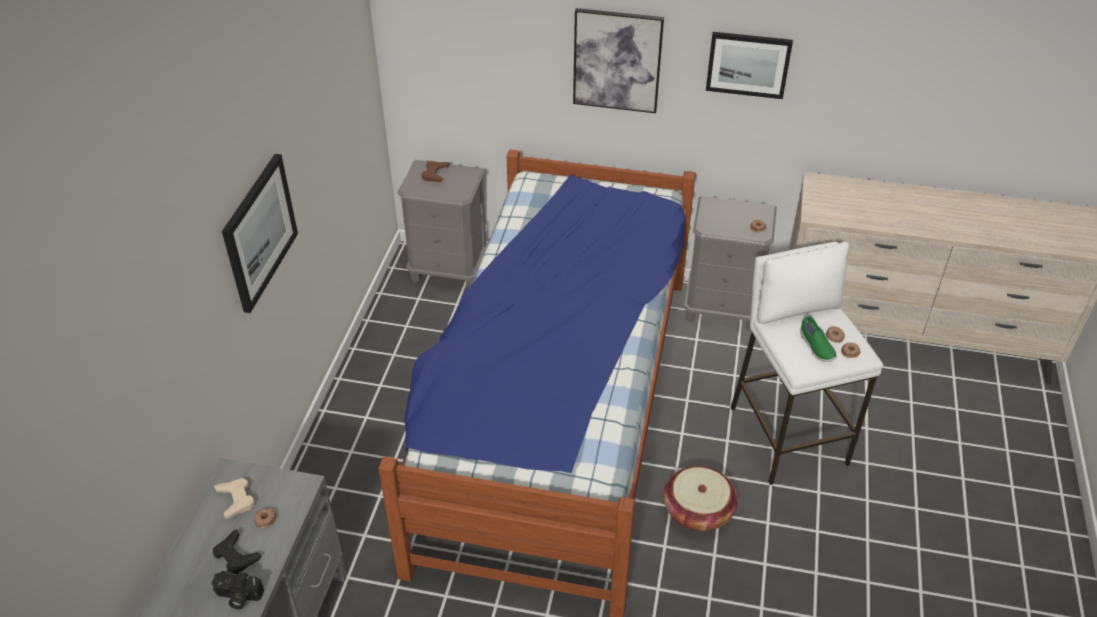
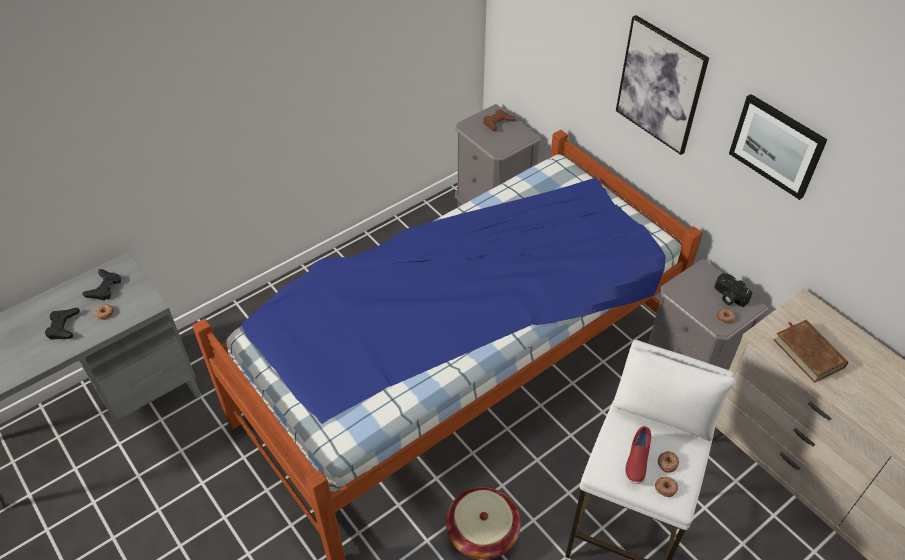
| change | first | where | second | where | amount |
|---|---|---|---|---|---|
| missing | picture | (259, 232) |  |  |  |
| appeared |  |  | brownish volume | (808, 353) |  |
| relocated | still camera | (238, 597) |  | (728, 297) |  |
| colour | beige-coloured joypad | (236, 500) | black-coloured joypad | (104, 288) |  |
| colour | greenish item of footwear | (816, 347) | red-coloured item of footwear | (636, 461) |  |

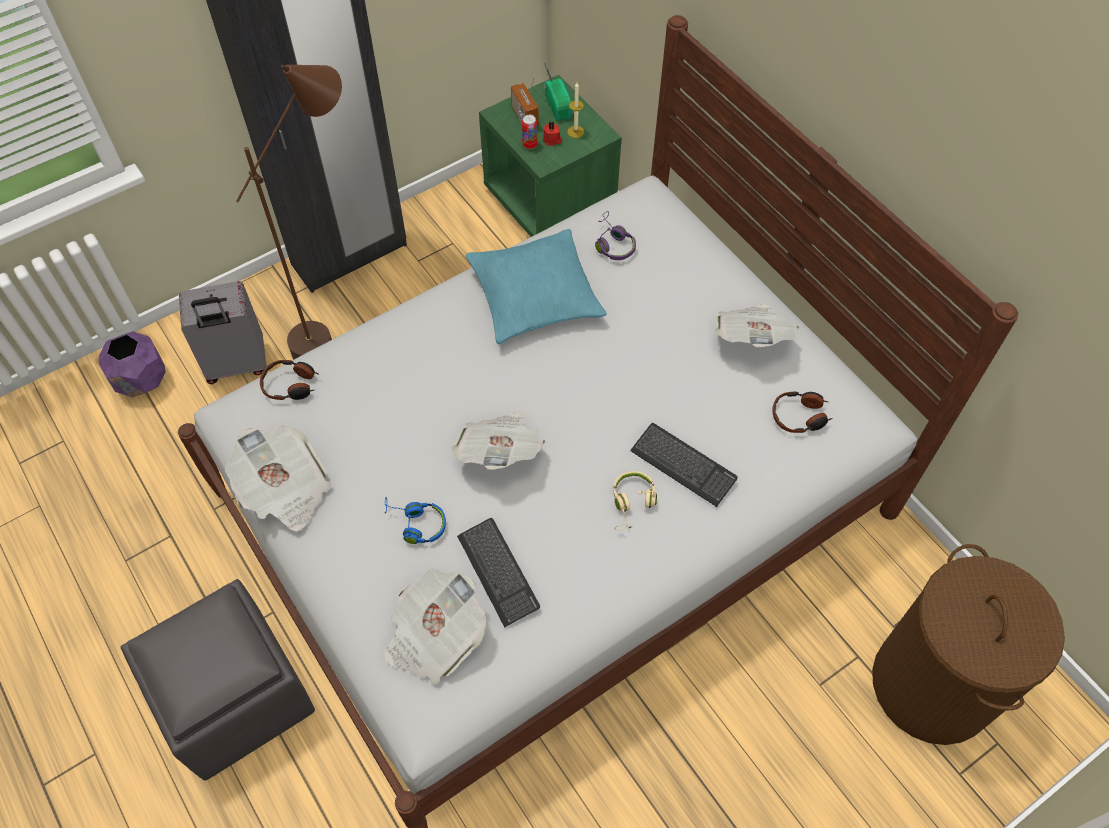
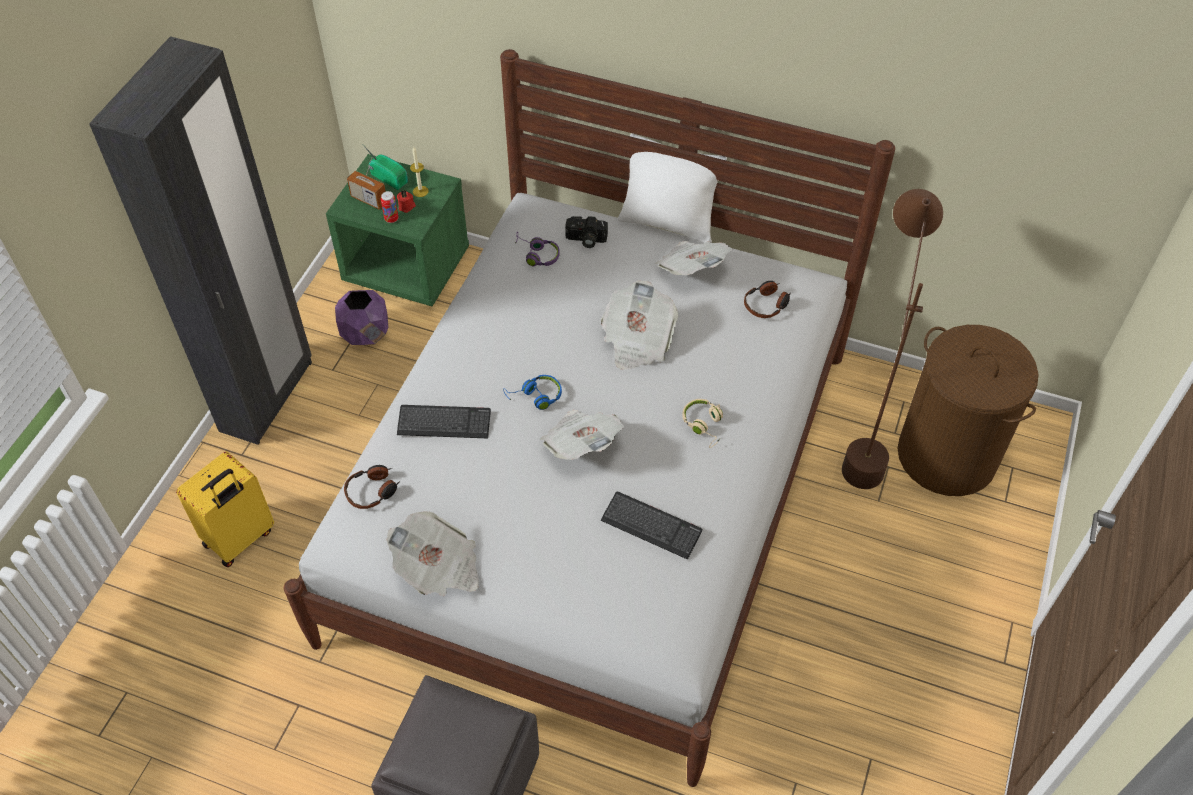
| change | first | where | second | where | amount |
|---|---|---|---|---|---|
| missing | turquoise throw pillow | (535, 295) |  |  |  |
| appeared |  |  | still camera | (585, 240) |  |
| appeared |  |  | white-coloured throw pillow | (668, 223) |  |
| relocated | purplish flower pot | (142, 380) |  | (366, 333) |  |
| relocated | brownish standard lamp | (340, 333) |  | (861, 442) |  |
| relocated | blue headphones | (415, 524) |  | (535, 397) |  |
| relocated | daily paper | (434, 636) |  | (637, 340) |  |
| relocated | PC keyboard | (683, 465) |  | (444, 423) |  |
| colour | grey piece of luggage | (237, 365) | yellowish piece of luggage | (240, 539) |  |

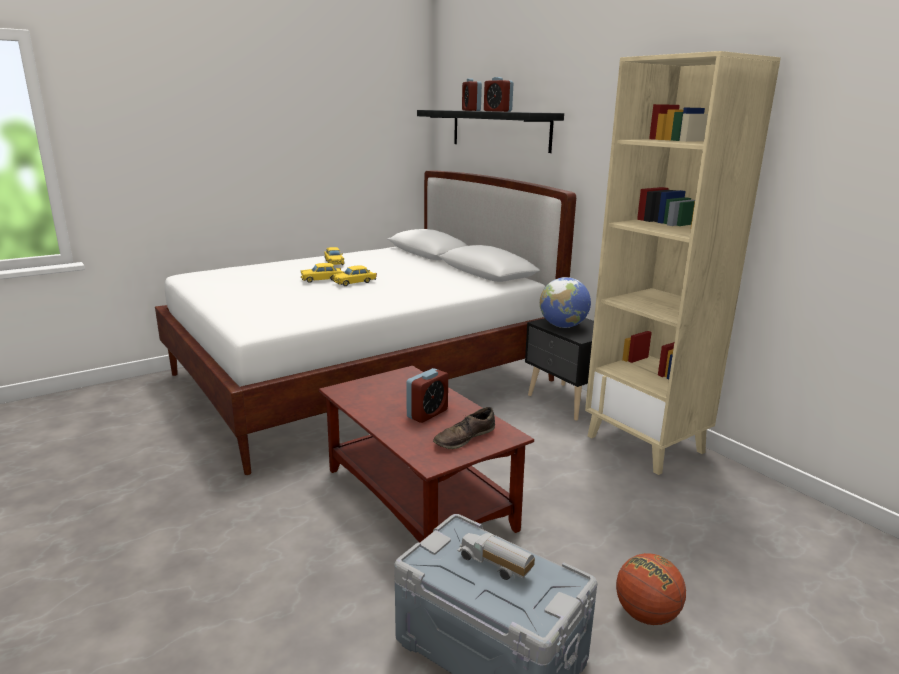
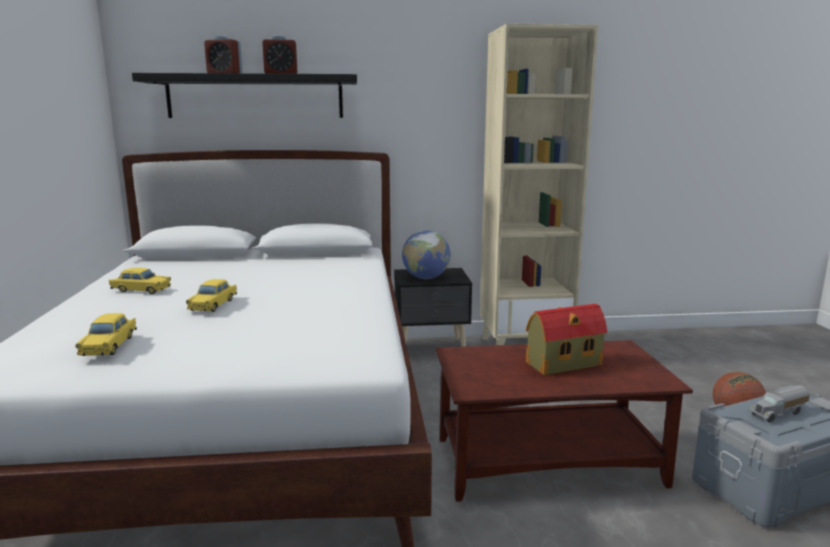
| change | first | where | second | where | amount |
|---|---|---|---|---|---|
| missing | brownish item of footwear | (464, 438) |  |  |  |
| relocated | yellowish toy car | (355, 282) |  | (109, 345) |  |
| exchanged | bedside clock | (427, 414) | miniature house | (562, 364) |  |

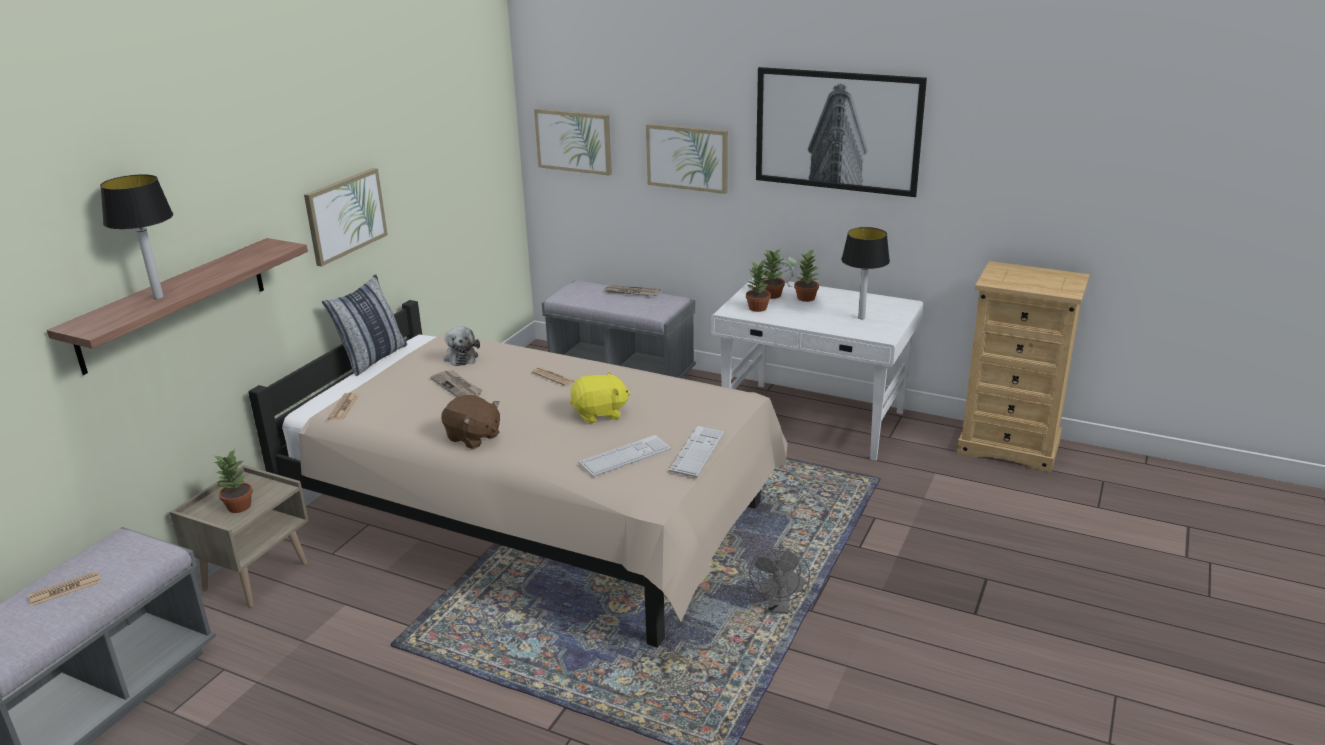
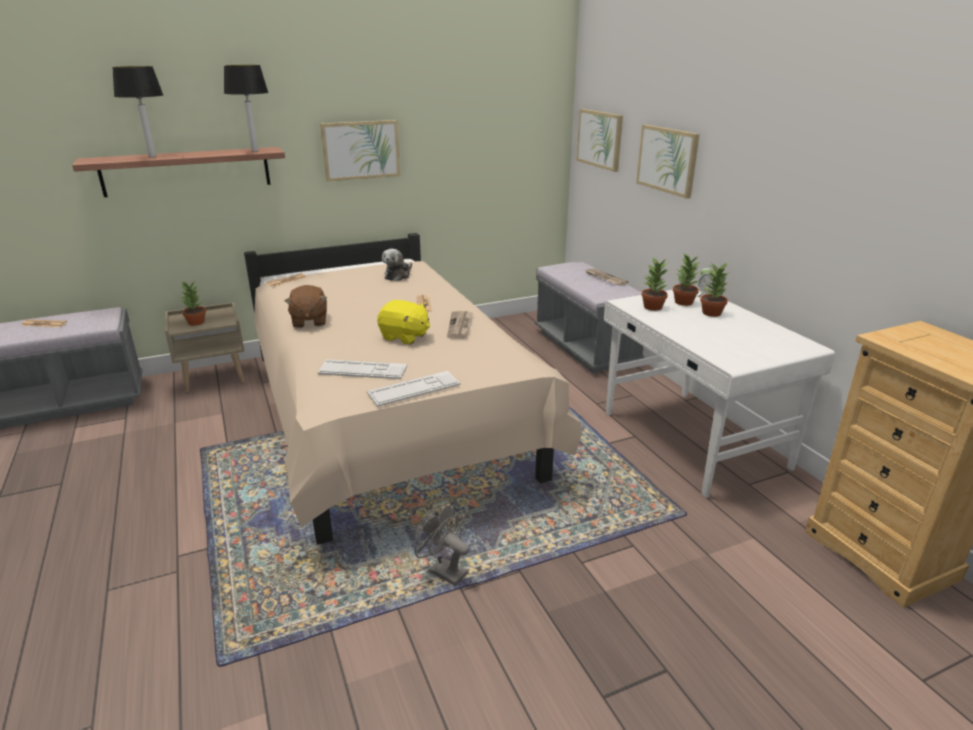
| change | first | where | second | where | amount |
|---|---|---|---|---|---|
| missing | throw pillow | (373, 358) |  |  |  |
| missing | picture | (837, 131) |  |  |  |
| relocated | daily paper | (457, 387) |  | (460, 326) |  |
| relocated | table lamp | (861, 318) |  | (254, 151) |  |
| spun | grey fan | (779, 607) |  | (442, 571) | 75 degrees clockwise |

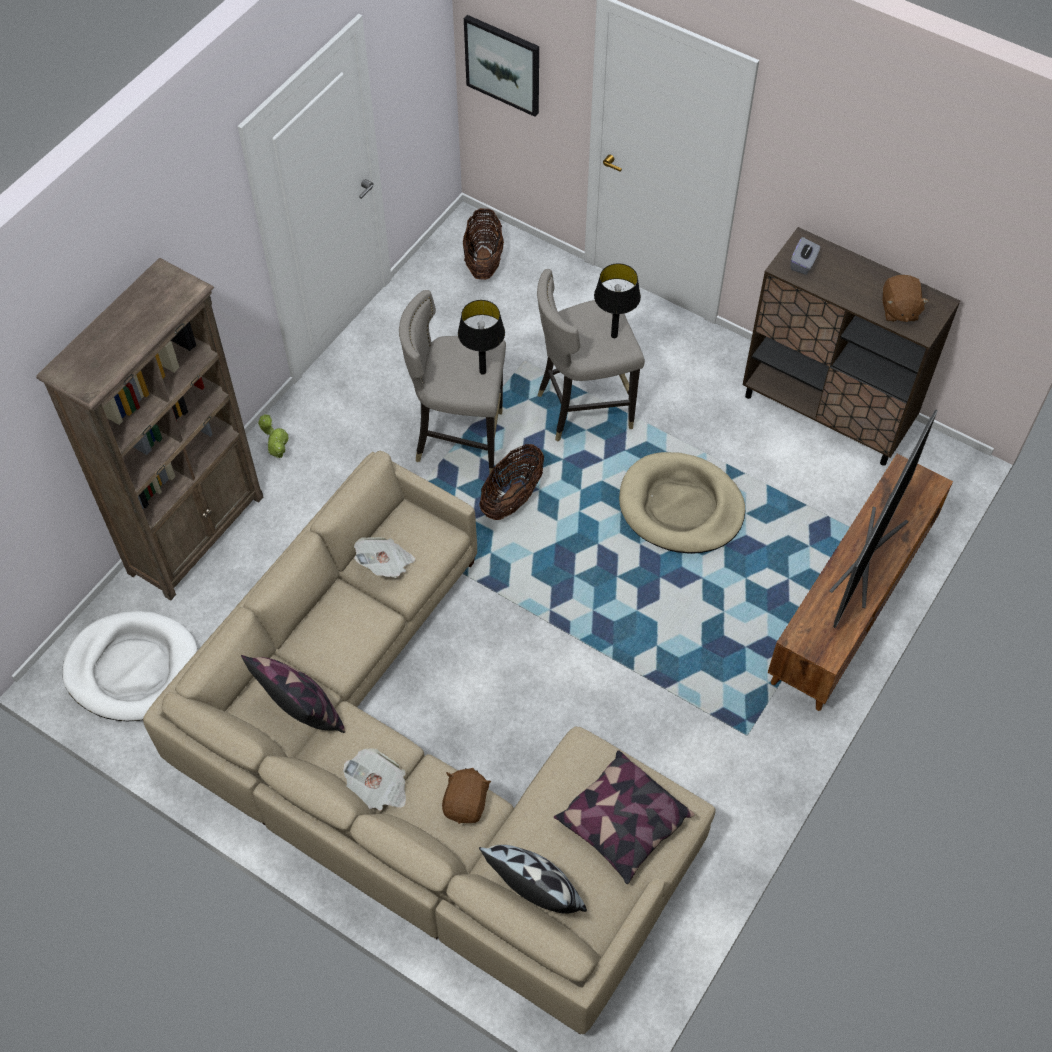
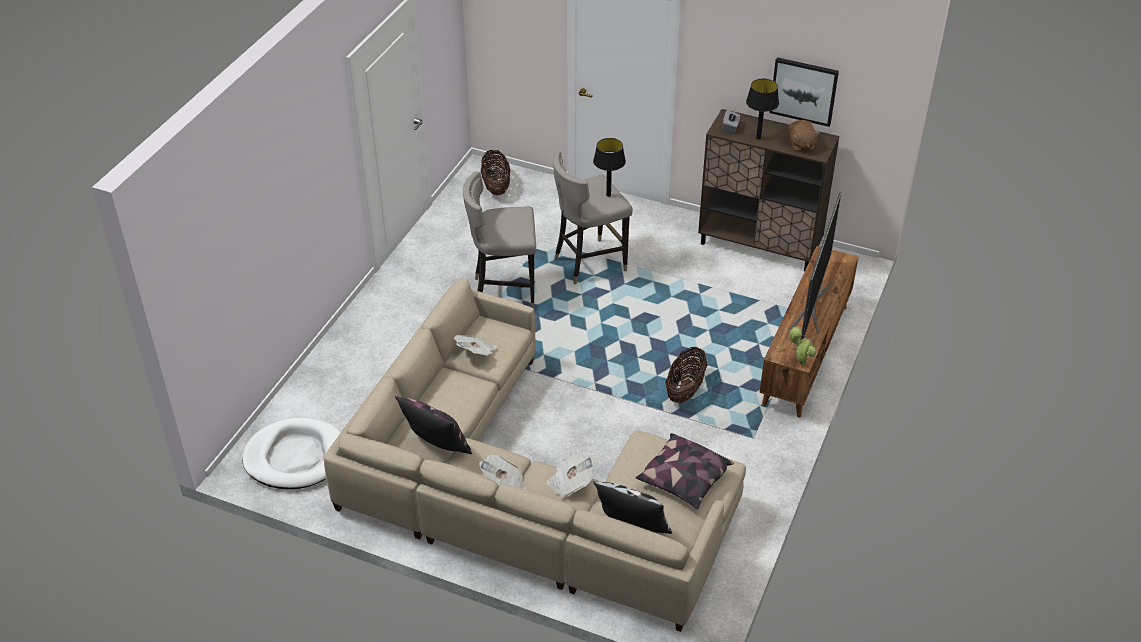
| change | first | where | second | where | amount |
|---|---|---|---|---|---|
| missing | brownish bookcase | (197, 534) |  |  |  |
| missing | beige-coloured pet bed | (680, 507) |  |  |  |
| relocated | potted plant | (278, 454) |  | (800, 362) |  |
| relocated | black-coloured table lamp | (482, 372) |  | (758, 138) |  |
| relocated | picture | (503, 64) |  | (804, 91) |  |
| relocated | household basket | (512, 498) |  | (685, 390) |  |
| exchanged | brownish plush toy | (466, 803) | daily paper | (570, 483) |  |

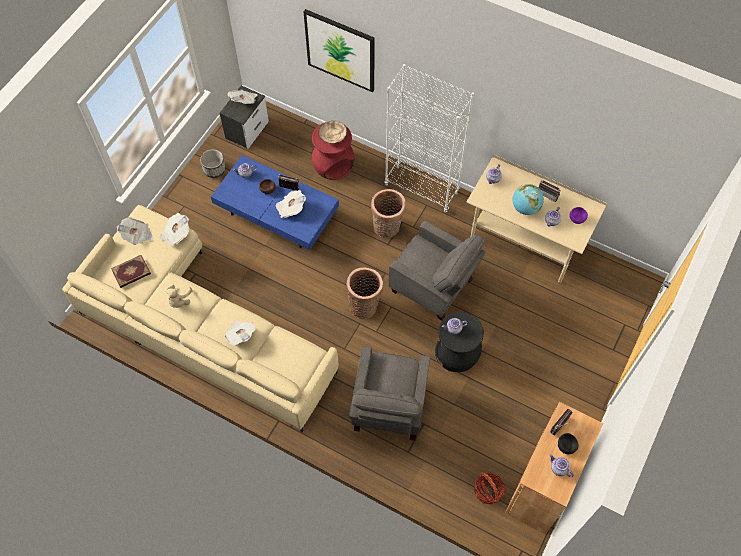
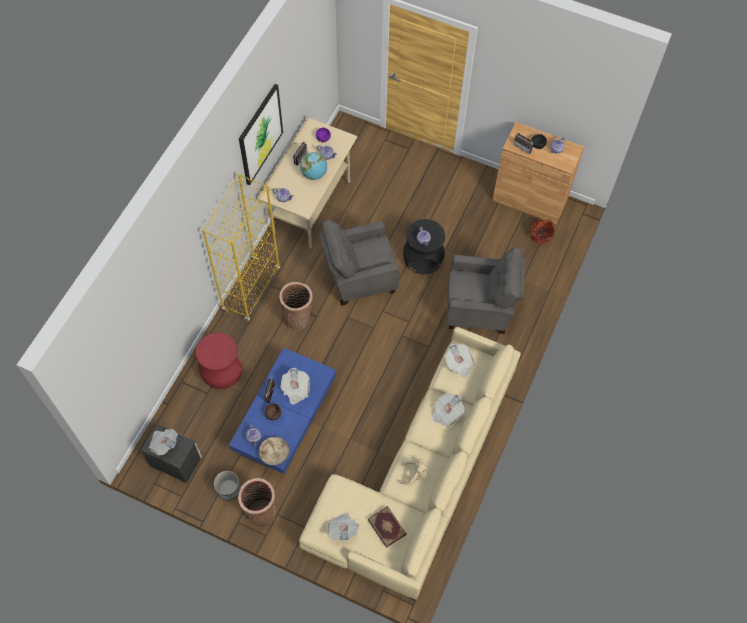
| change | first | where | second | where | amount |
|---|---|---|---|---|---|
| relocated | daily paper | (176, 234) |  | (459, 364) |  |
| relocated | picture | (340, 50) |  | (260, 134) |  |
| relocated | beige-coloured deep dish | (333, 136) |  | (274, 453) |  |
| relocated | household basket | (364, 305) |  | (260, 511) |  |
| colour | white-coloured bookcase | (422, 188) | yellowish bookcase | (251, 290) |  |
| spun | grey armchair | (434, 286) |  | (359, 277) | 135 degrees counterclockwise |

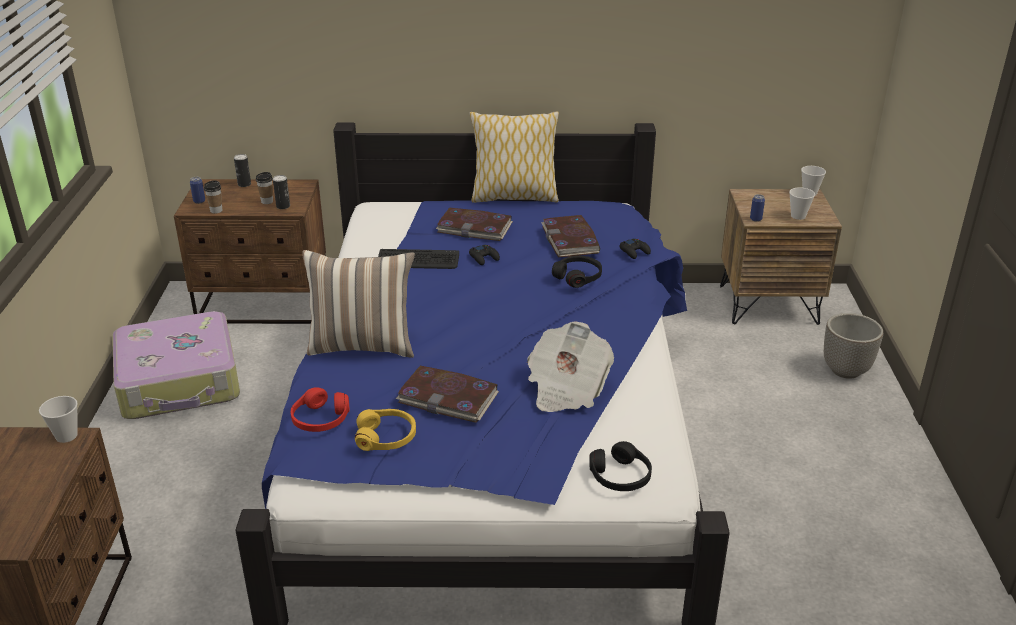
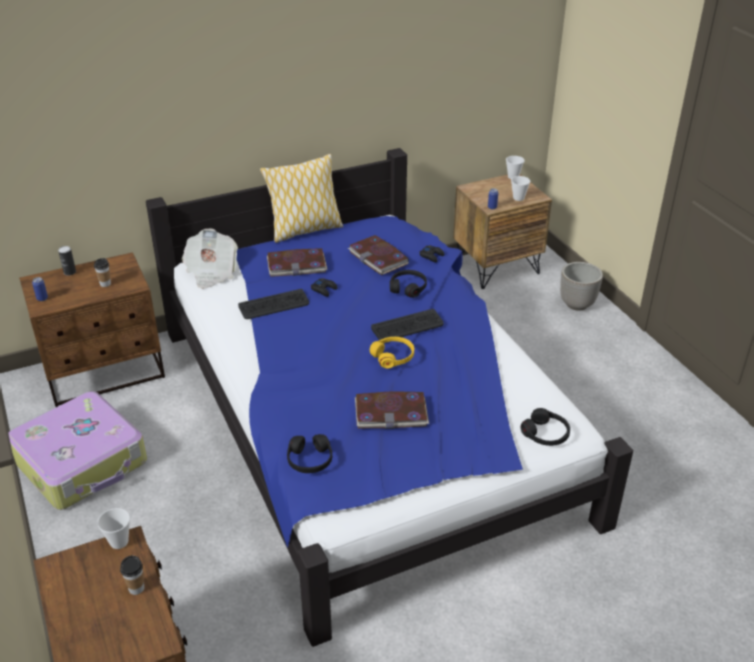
| change | first | where | second | where | amount |
|---|---|---|---|---|---|
| missing | can | (283, 206) |  |  |  |
| missing | throw pillow | (363, 345) |  |  |  |
| appeared |  |  | PC keyboard | (407, 326) |  |
| relocated | small cup | (216, 210) |  | (136, 588) |  |
| relocated | yellowish headphones | (386, 437) |  | (393, 357) |  |
| relocated | daily paper | (566, 388) |  | (211, 272) |  |
| colour | red-coloured headphones | (320, 419) | black-coloured headphones | (310, 460) |  |

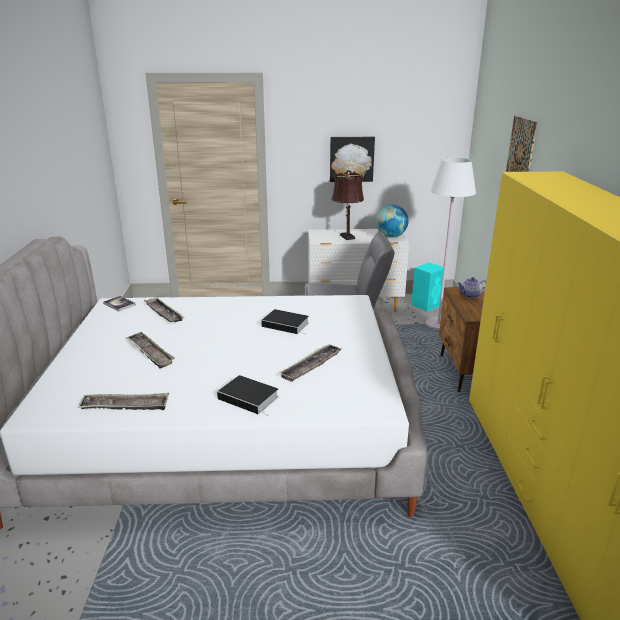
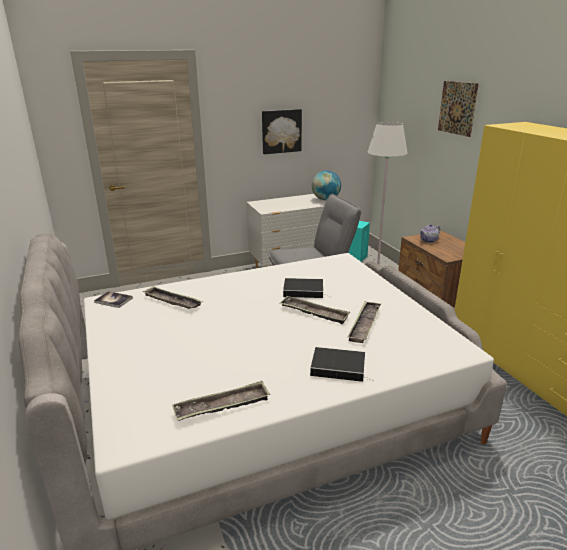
| change | first | where | second | where | amount |
|---|---|---|---|---|---|
| missing | brownish table lamp | (346, 236) |  |  |  |
| relocated | carrying tray | (150, 353) |  | (314, 313) |  |

